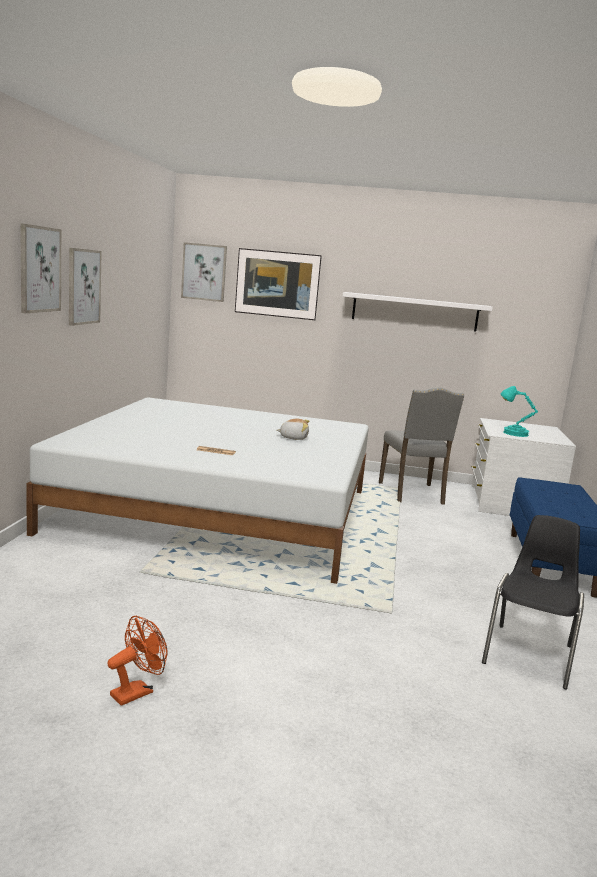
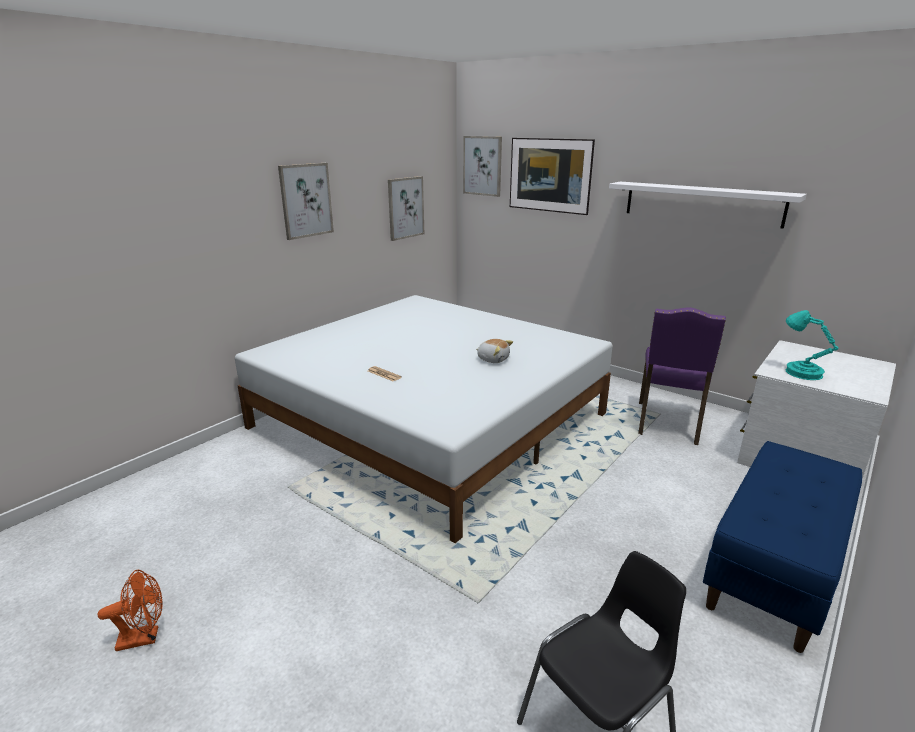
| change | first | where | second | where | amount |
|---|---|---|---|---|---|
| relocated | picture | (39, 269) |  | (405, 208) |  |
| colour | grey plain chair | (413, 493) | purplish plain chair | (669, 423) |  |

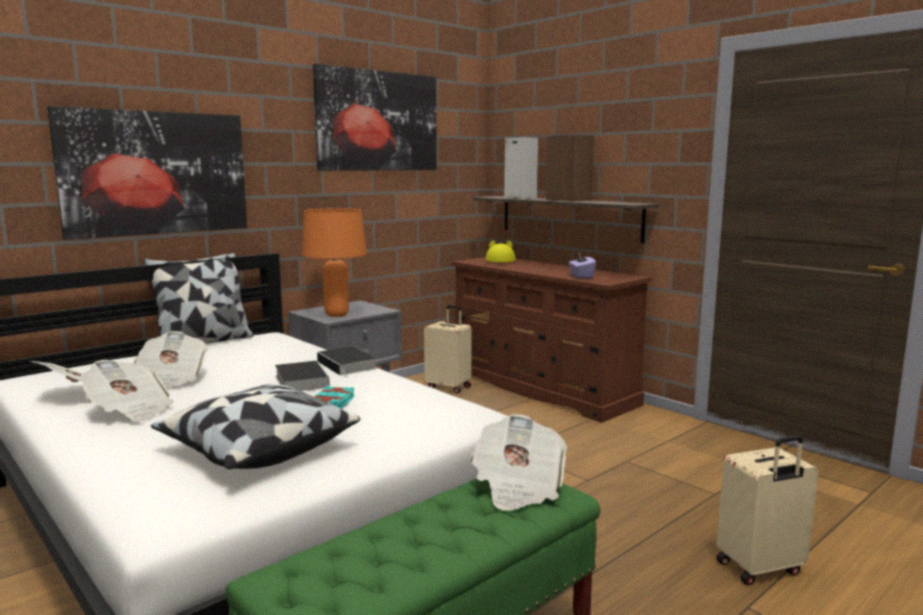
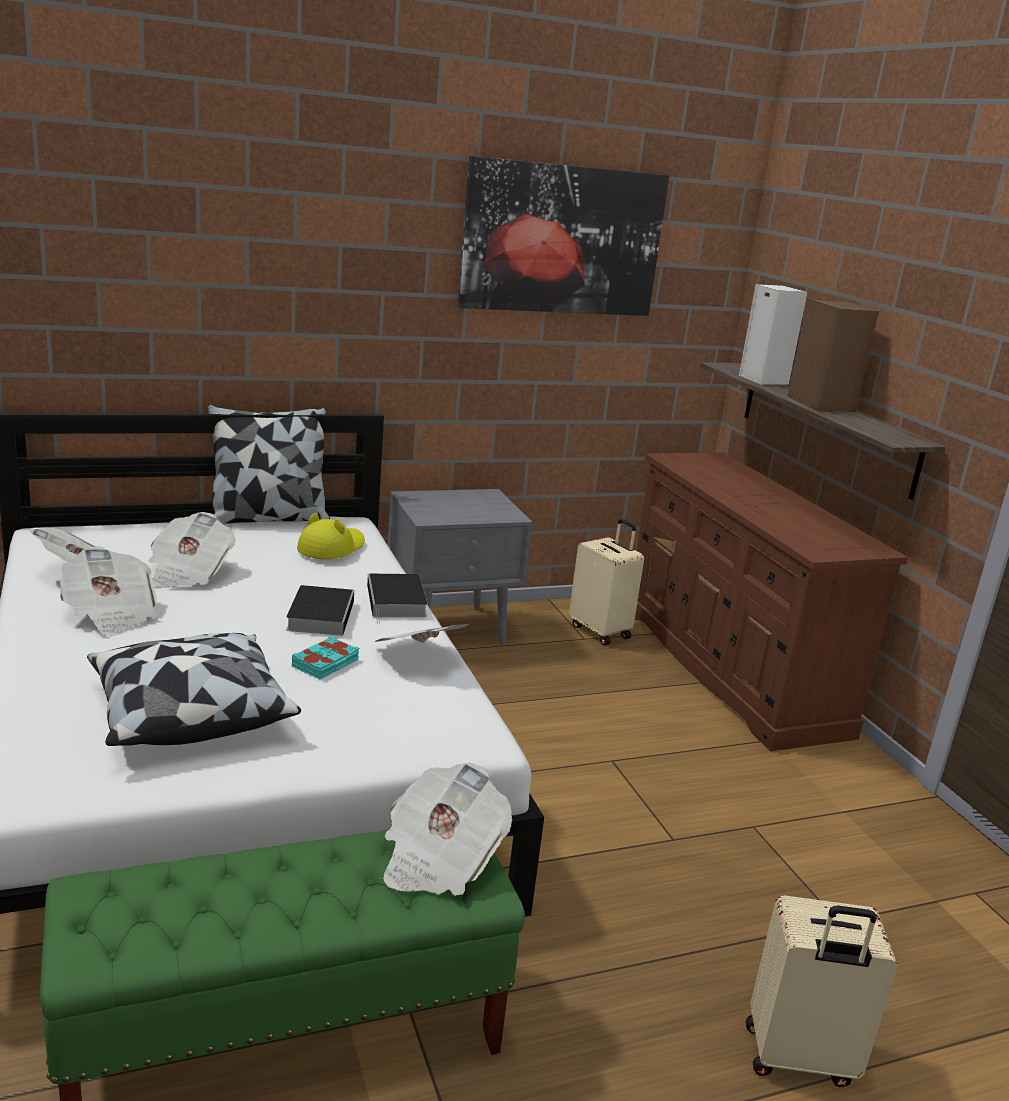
| change | first | where | second | where | amount |
|---|---|---|---|---|---|
| missing | picture | (156, 173) |  |  |  |
| missing | orange-coloured table lamp | (337, 315) |  |  |  |
| missing | purplish tissue holder | (581, 276) |  |  |  |
| appeared |  |  | daily paper | (418, 656) |  |
| relocated | yellowish wearable hat | (500, 261) |  | (331, 547) |  |

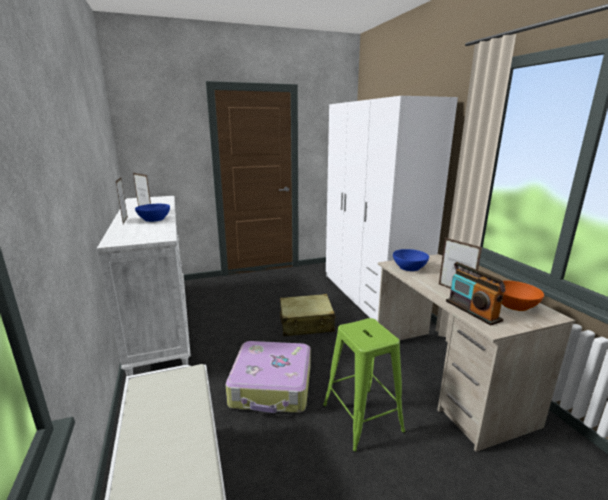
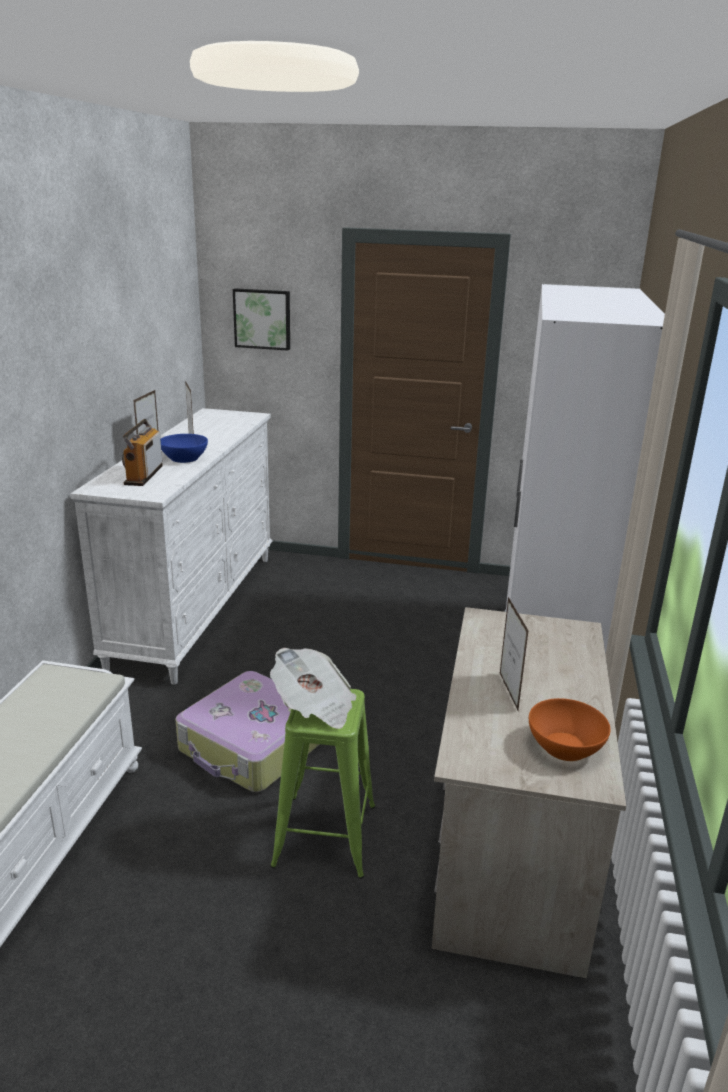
| change | first | where | second | where | amount |
|---|---|---|---|---|---|
| missing | beige-coloured piece of luggage | (306, 323) |  |  |  |
| missing | blue deep dish | (409, 267) |  |  |  |
| appeared |  |  | picture | (262, 319) |  |
| appeared |  |  | daily paper | (314, 706) |  |
| relocated | radio | (472, 311) |  | (143, 475) |  |

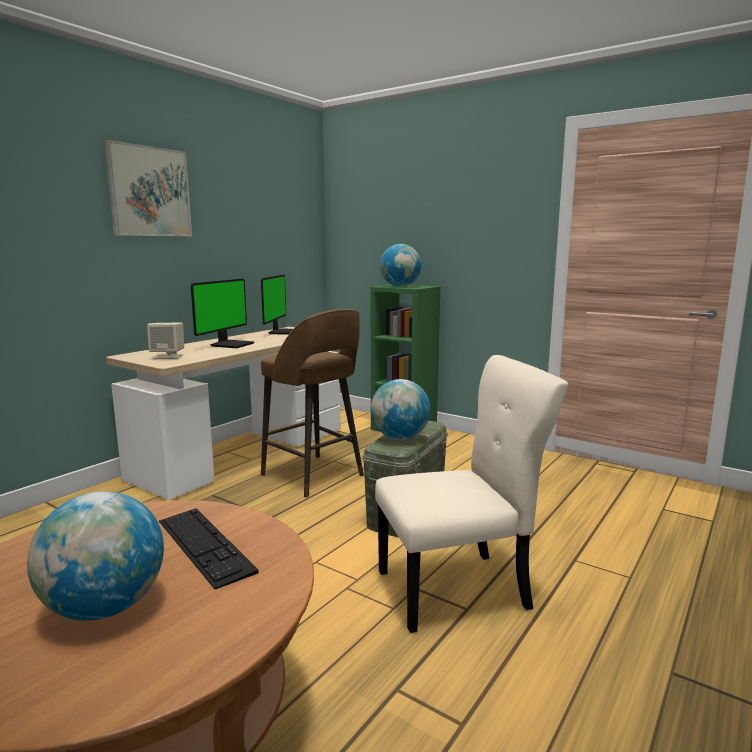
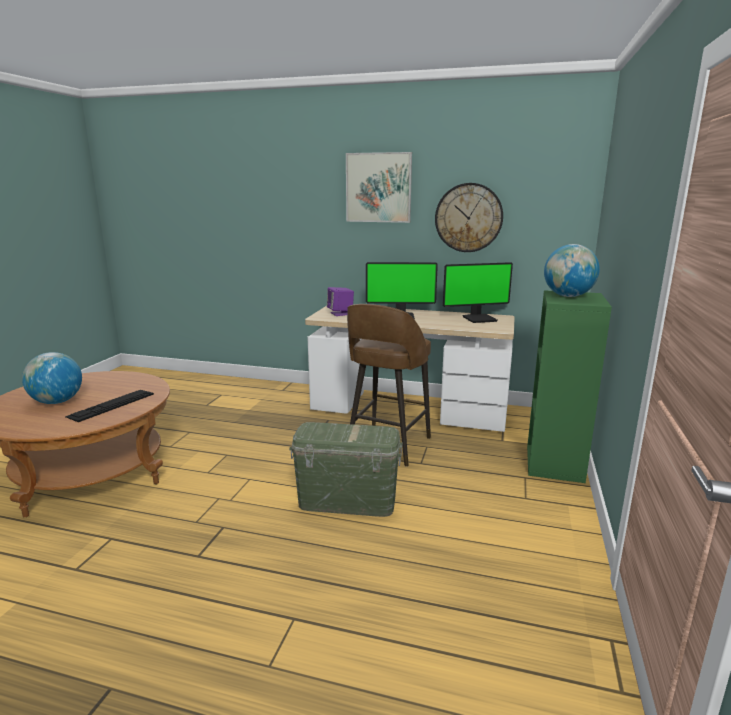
| change | first | where | second | where | amount |
|---|---|---|---|---|---|
| missing | world globe | (400, 437) |  |  |  |
| missing | beige-coloured plain chair | (459, 589) |  |  |  |
| appeared |  |  | clock on the wall | (468, 218) |  |
| colour | beige-coloured audio speaker | (168, 356) | purplish audio speaker | (340, 313) |  |

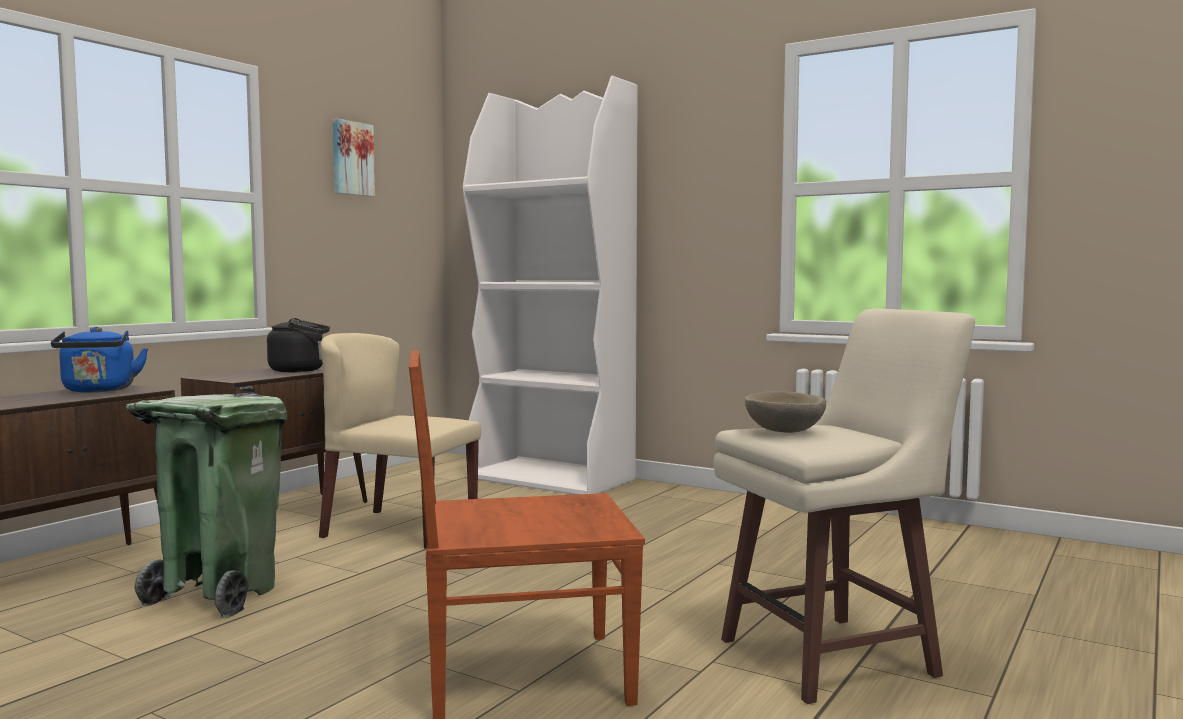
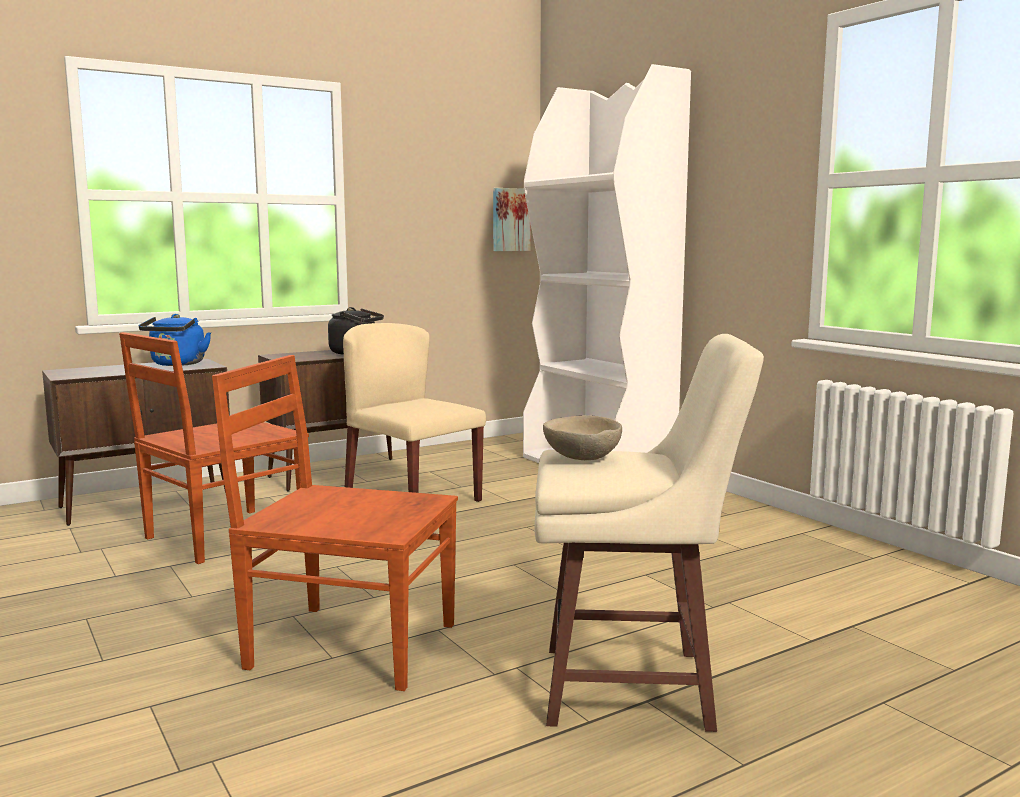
| change | first | where | second | where | amount |
|---|---|---|---|---|---|
| relocated | picture | (351, 158) |  | (510, 219) |  |
| exchanged | greenish rubbish bin | (218, 595) | brownish plain chair | (223, 536) |  |

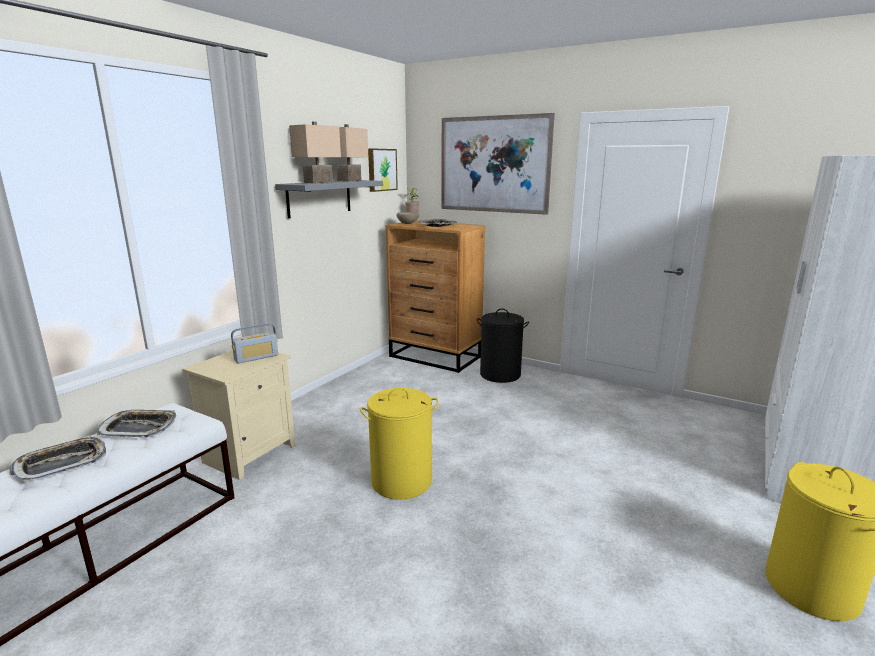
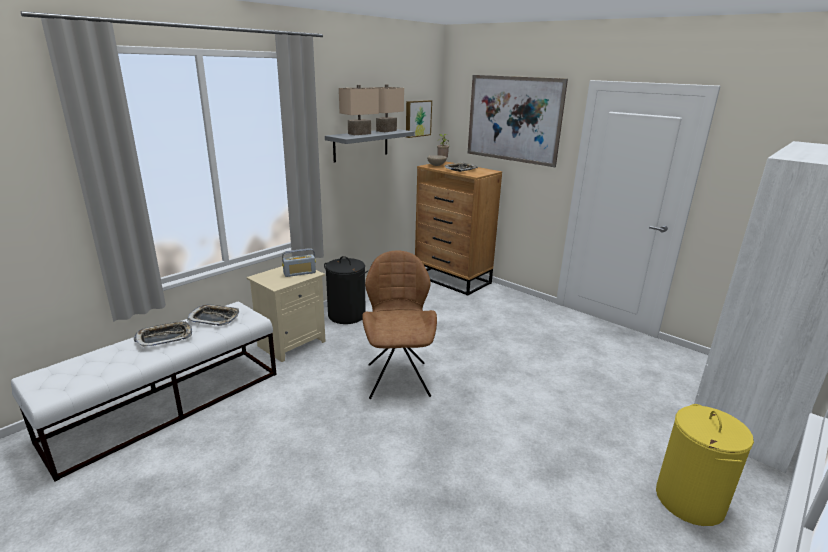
| change | first | where | second | where | amount |
|---|---|---|---|---|---|
| relocated | black-coloured washing basket | (500, 374) |  | (347, 315) |  |
| exchanged | yellowish washing basket | (402, 481) | brownish plain chair | (398, 378) |  |

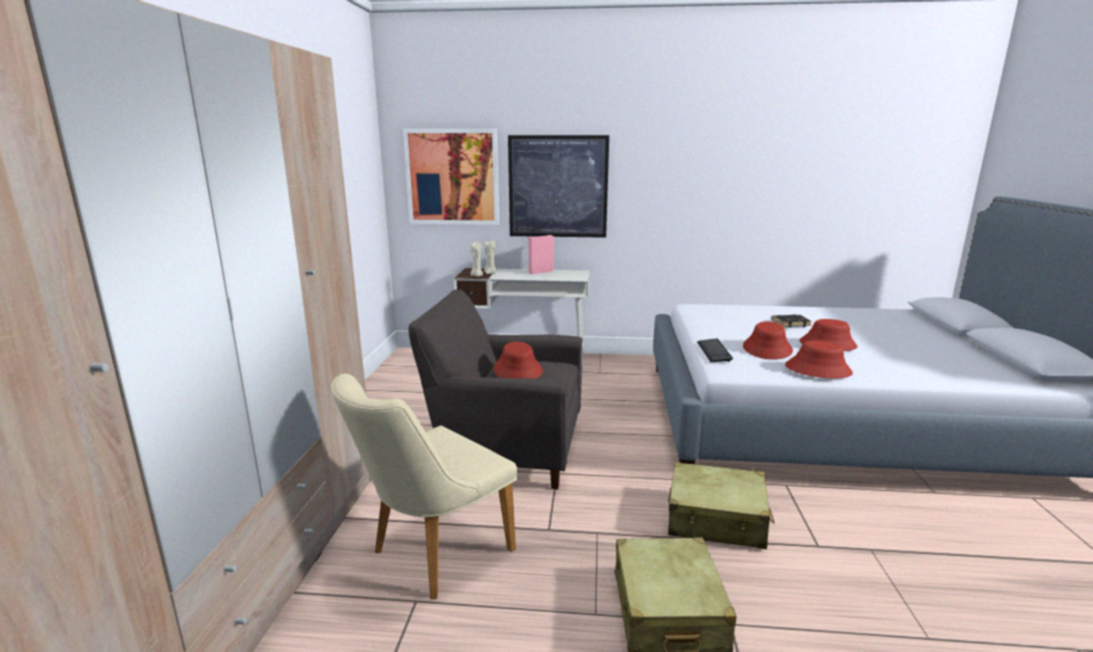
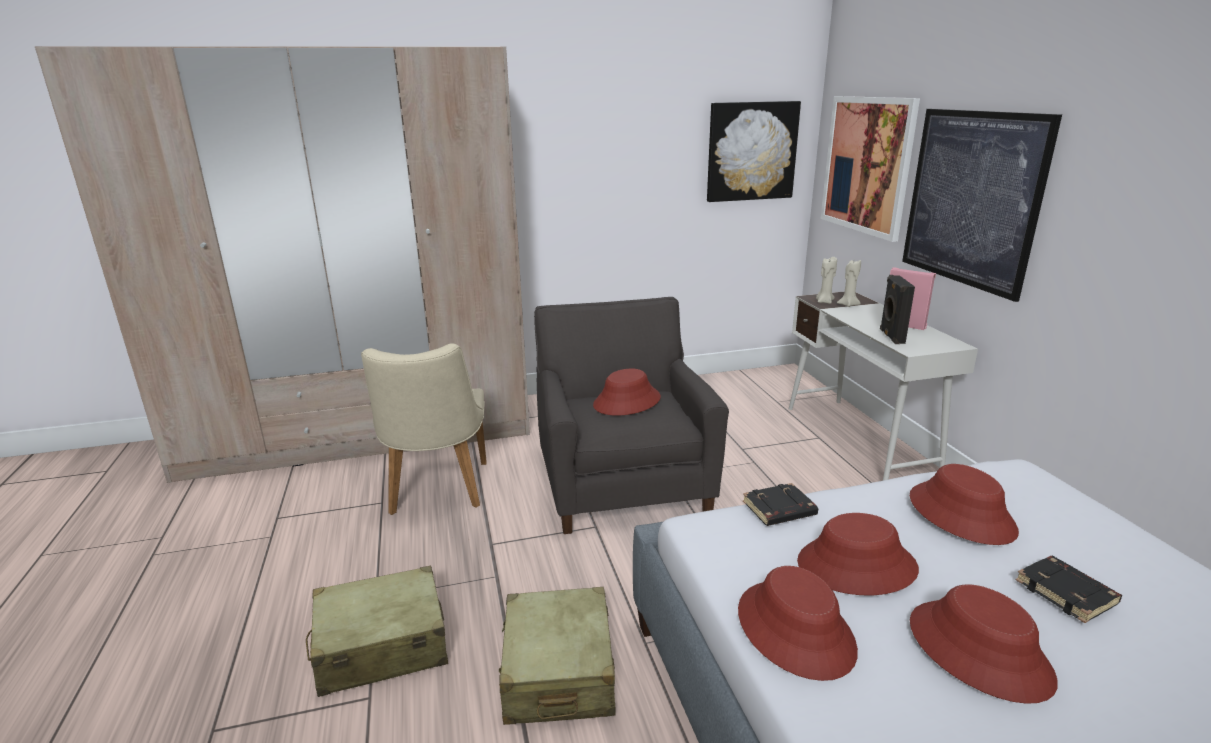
| change | first | where | second | where | amount |
|---|---|---|---|---|---|
| appeared |  |  | picture | (751, 151) |  |
| appeared |  |  | black-coloured audio speaker | (891, 337) |  |
| appeared |  |  | red-coloured wearable hat | (961, 514) |  |
| exchanged | PC keyboard | (714, 351) | black-coloured volume | (779, 510) |  |
| spun | beige-coloured plain chair | (431, 555) |  | (436, 493) | 120 degrees counterclockwise |

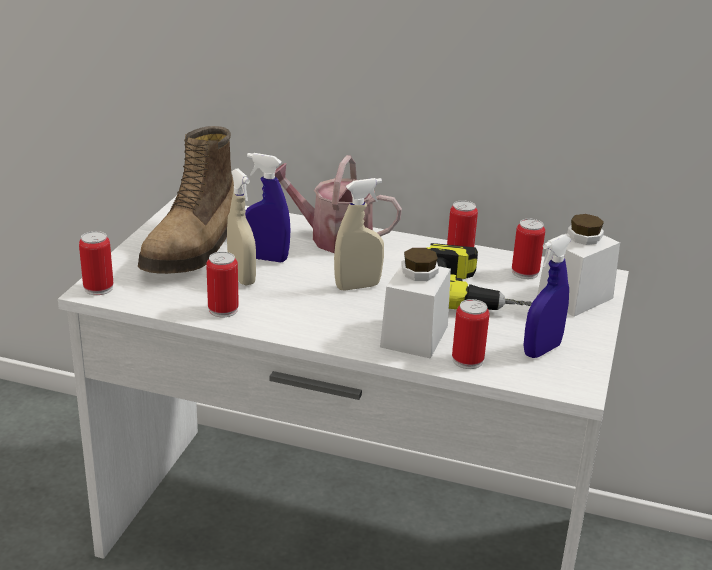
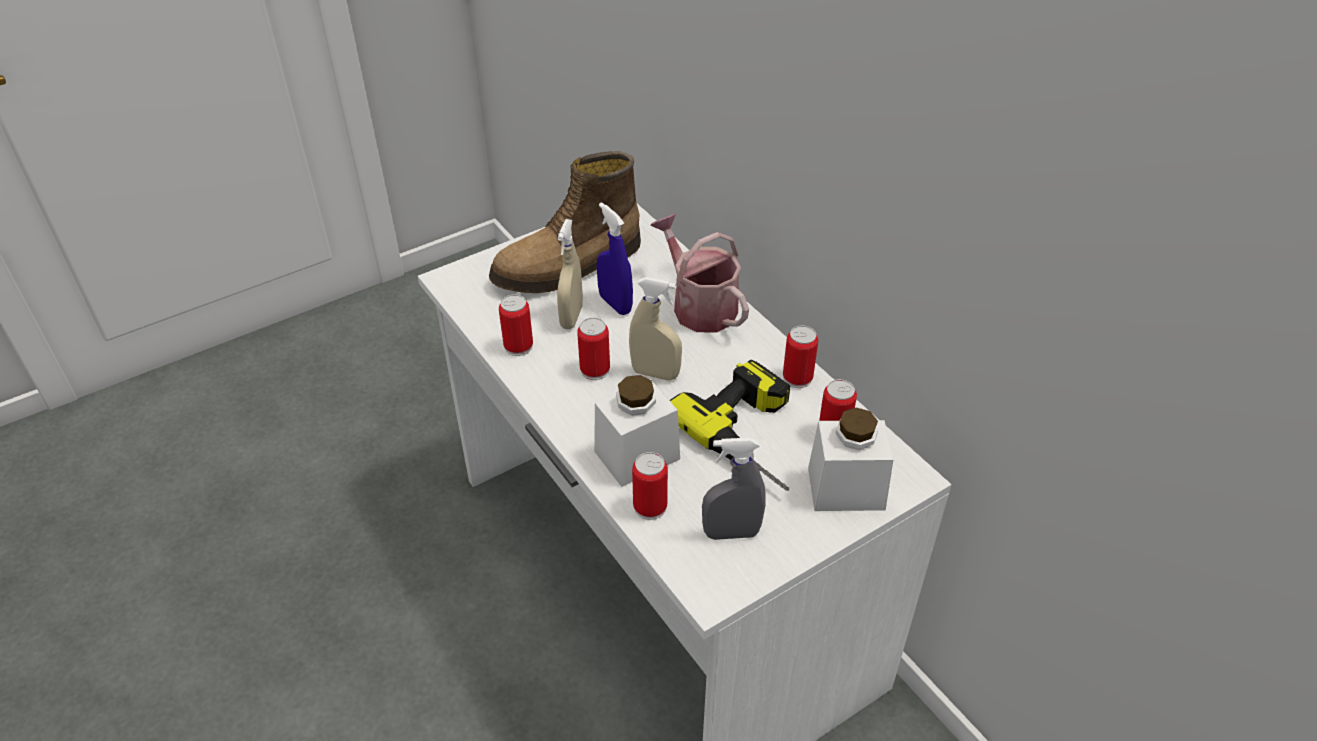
| change | first | where | second | where | amount |
|---|---|---|---|---|---|
| relocated | can | (98, 288) |  | (595, 370) |  |
| colour | blue sprayer | (541, 350) | grey sprayer | (731, 533) |  |

